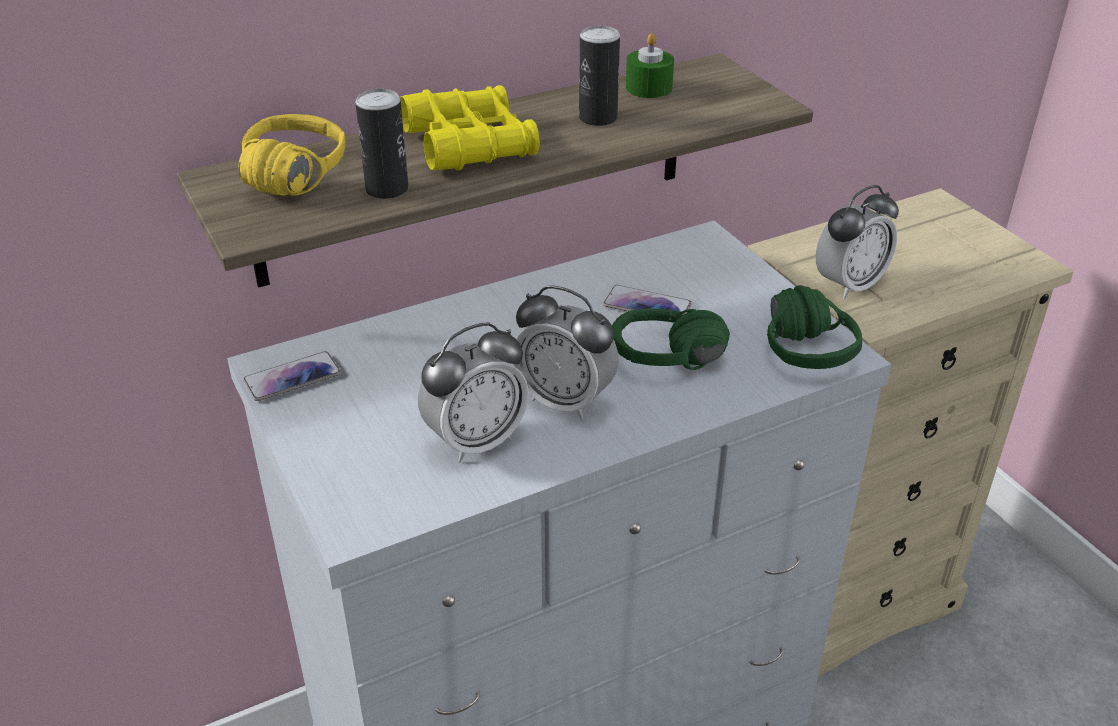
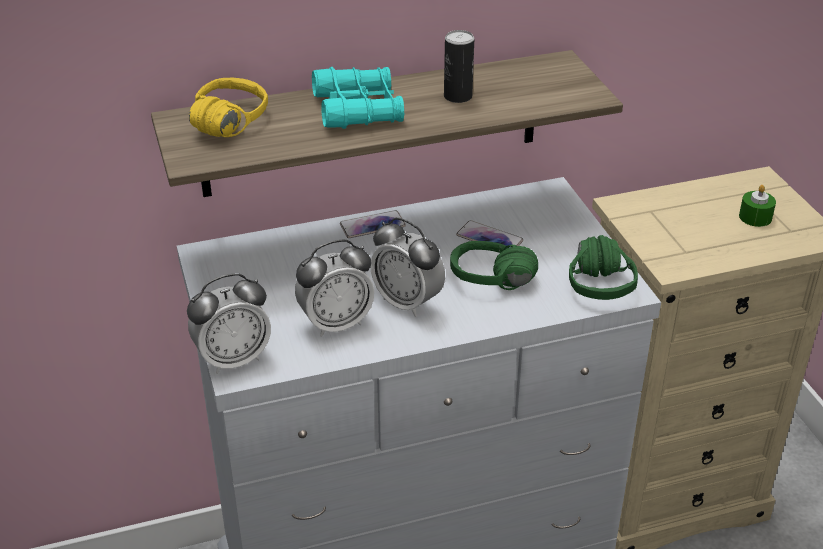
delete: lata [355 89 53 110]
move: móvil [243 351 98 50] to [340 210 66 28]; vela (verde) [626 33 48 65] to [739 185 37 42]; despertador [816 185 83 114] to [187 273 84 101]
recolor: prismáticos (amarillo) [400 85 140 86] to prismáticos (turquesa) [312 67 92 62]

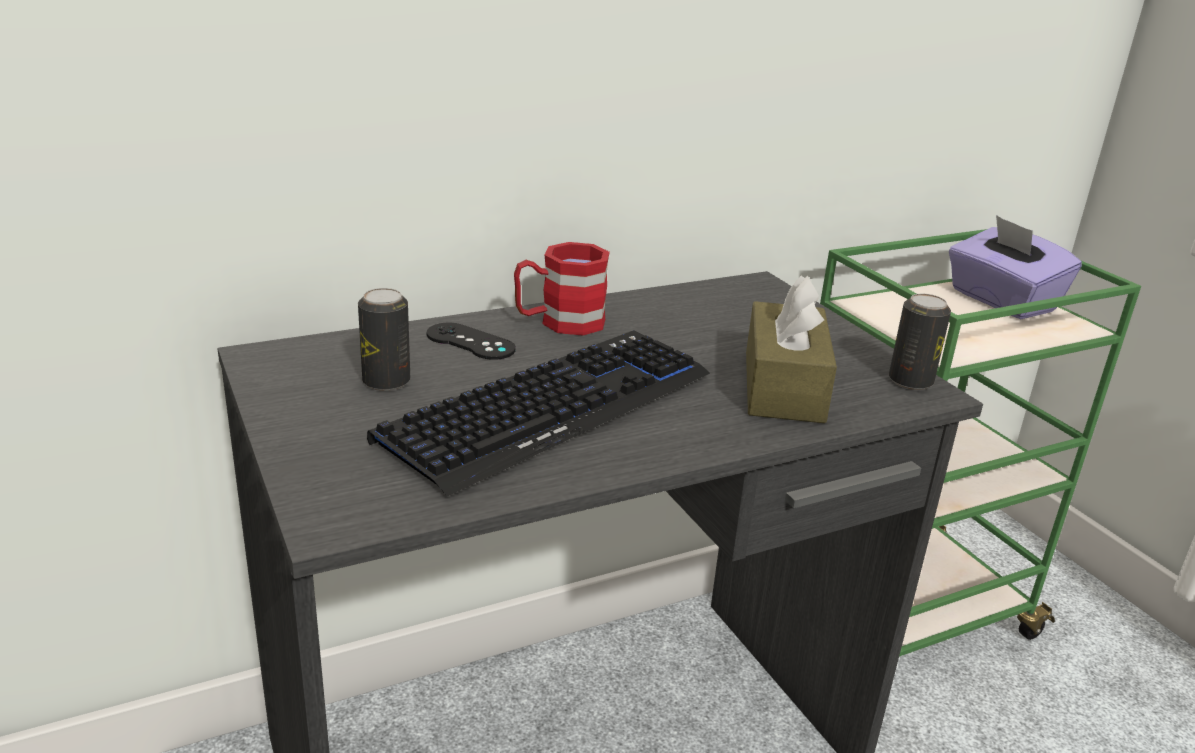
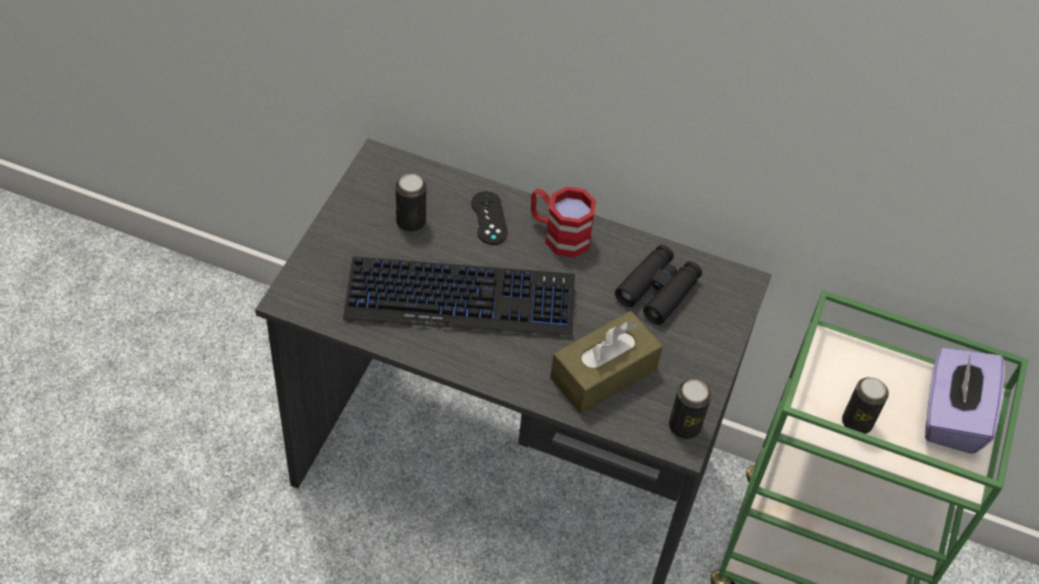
insert: prismáticos (negro) [615 245 87 80]; lata [842 377 47 57]

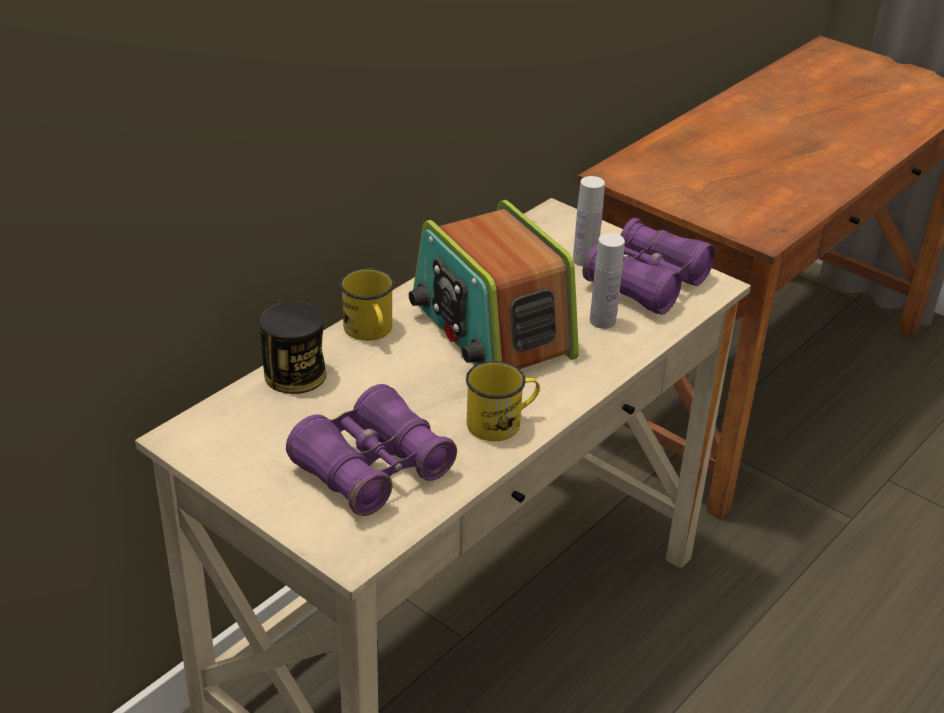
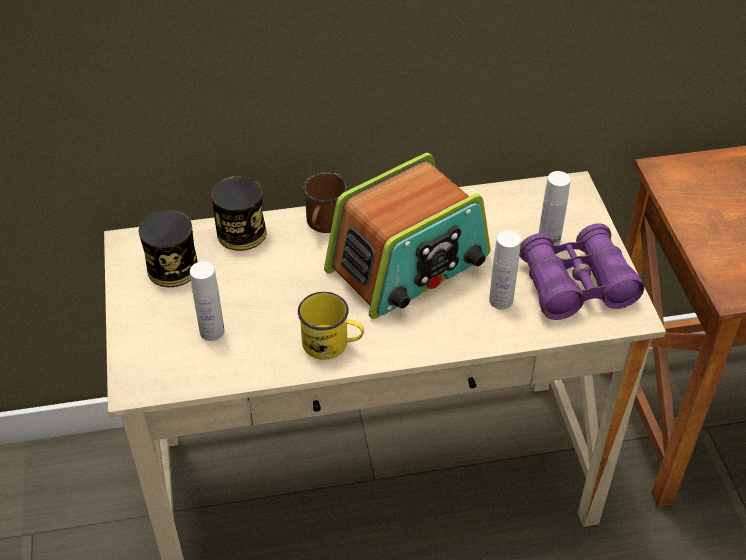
insert: lata [139 210 59 77]
replace: prismáticos (morado) [286 384 171 132] to botella (blanco) [190 261 34 80]
recolor: taza grande (amarillo) [340 268 54 73] to taza grande (marrón) [303 172 45 61]
rotate: radio [409 200 170 169] = [324 153 167 166] 135 degrees counterclockwise

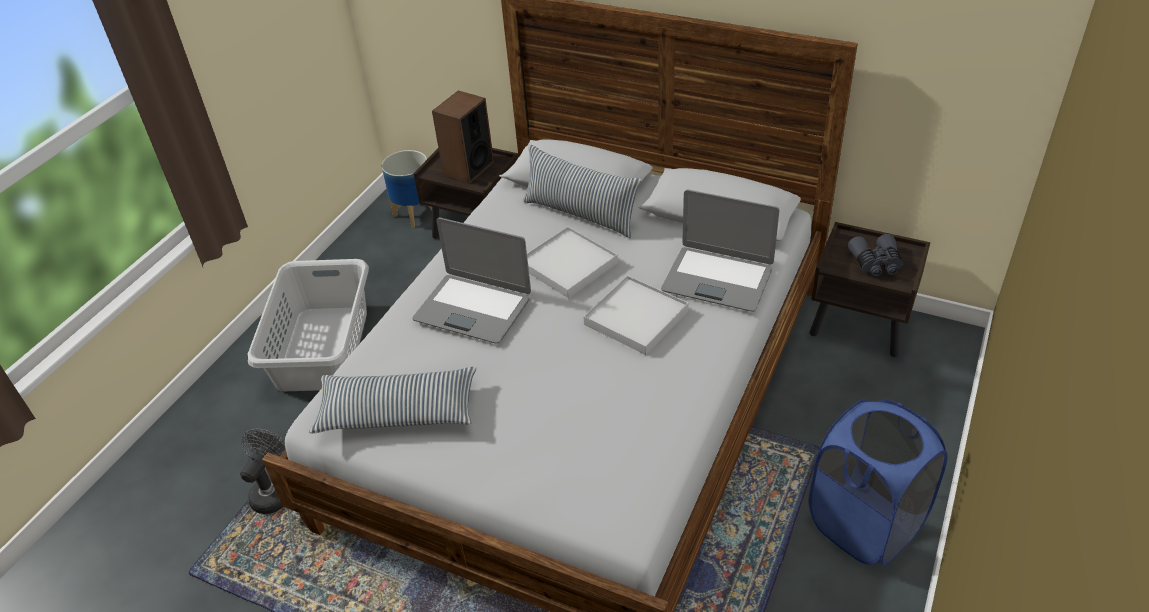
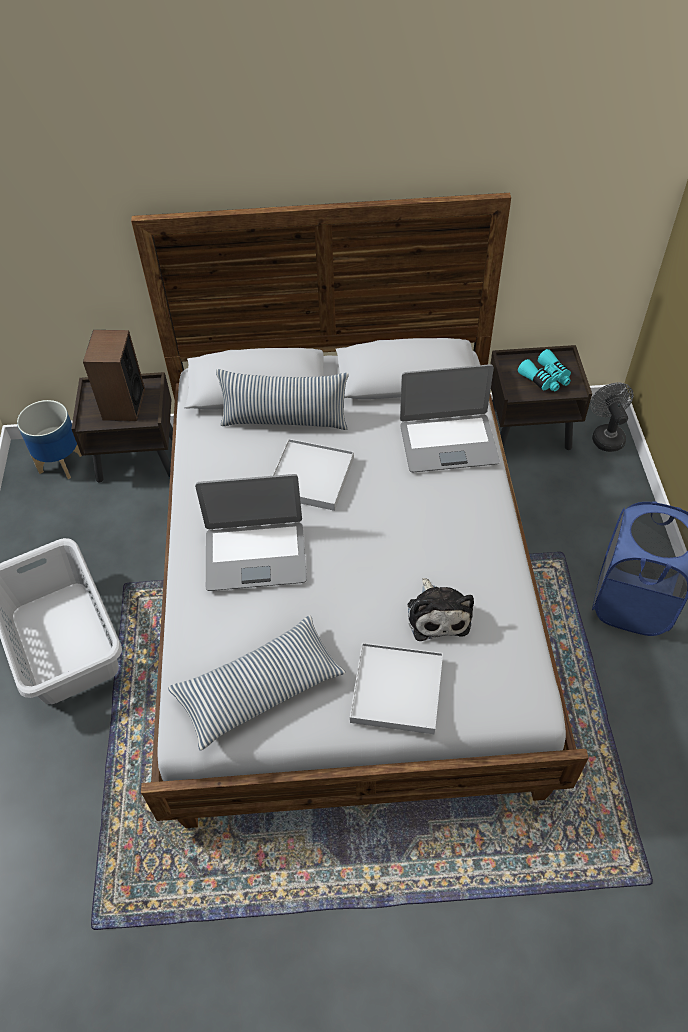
insert: peluche [408 578 66 63]
move: ventilador (gris) [240 428 45 86] to [590 382 43 70]; bandeja (blanco) [583 275 106 80] to [350 643 93 91]
recolor: prismáticos (gris) [848 234 56 42] to prismáticos (turquesa) [518 349 53 42]

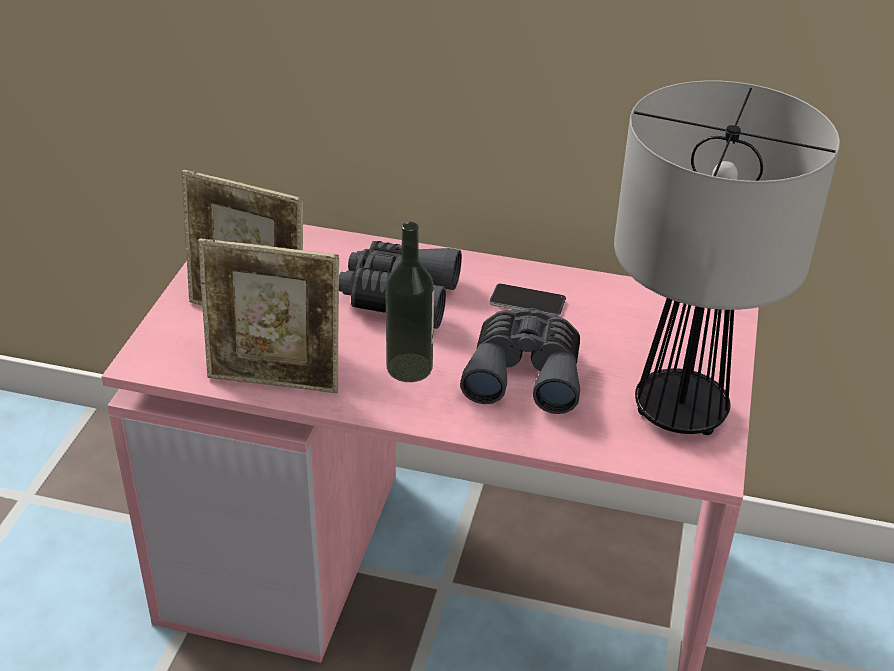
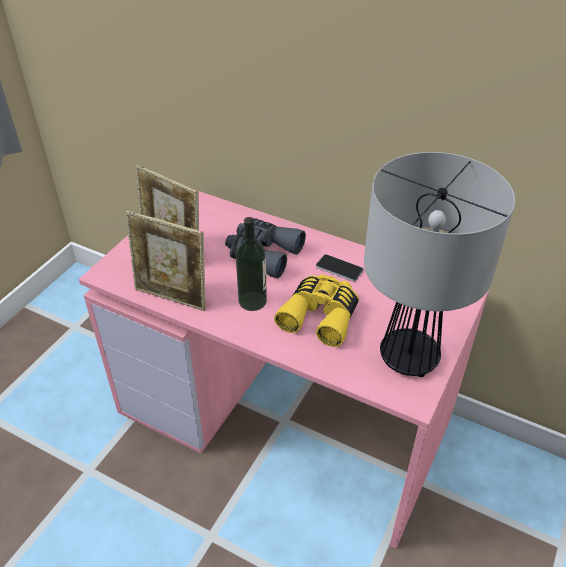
recolor: prismáticos (gris) [460 308 120 106] to prismáticos (amarillo) [274 274 85 73]

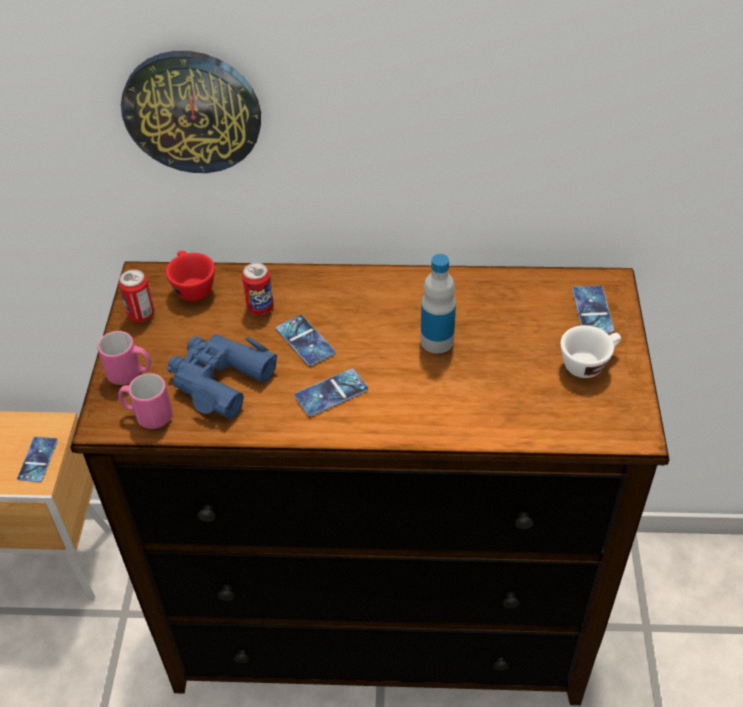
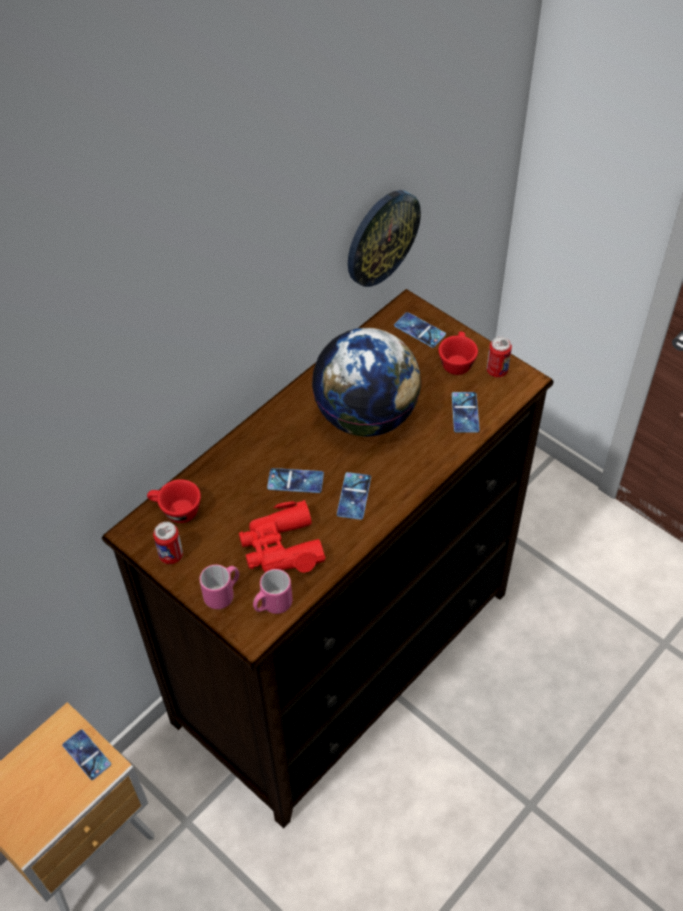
insert: móvil [452 392 28 41]
move: reloj de pared [121 51 140 122] to [348 190 73 97]; lata [242 263 32 52] to [487 337 25 40]
replace: botella [420 254 36 100] to globo terráqueo [312 328 109 108]
recolor: prismáticos (azul) [167 334 110 85] to prismáticos (rojo) [239 500 87 73]; taza (blanco) [560 325 61 53] to taza (rojo) [439 332 39 43]

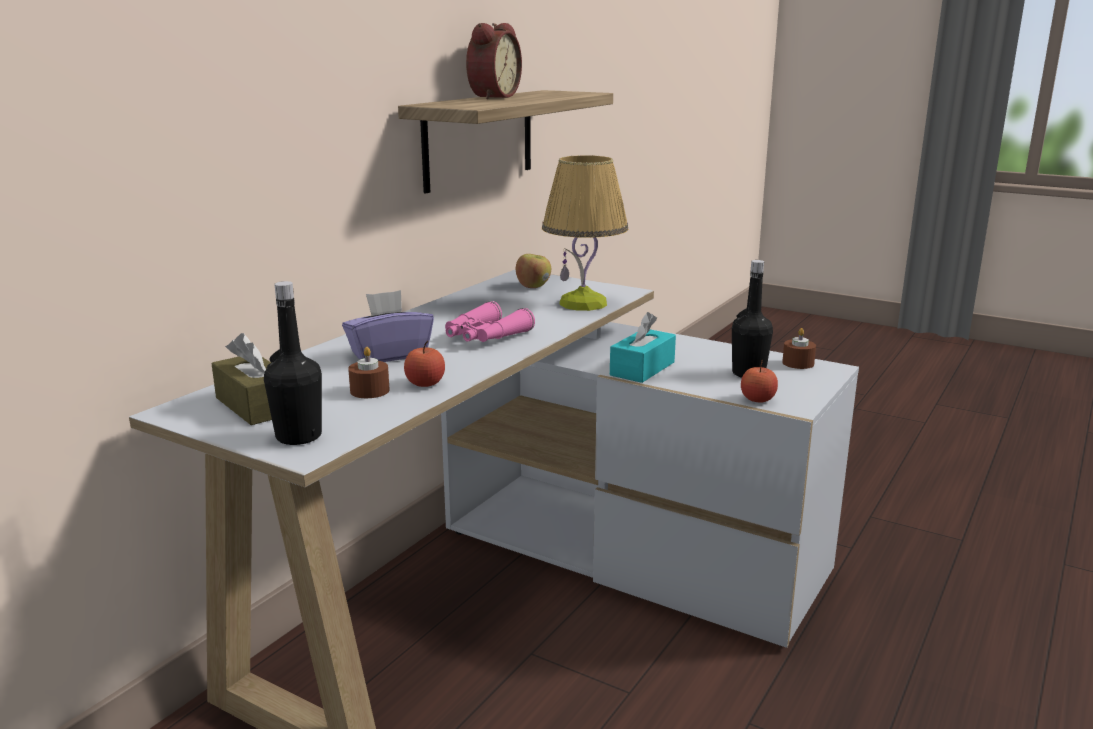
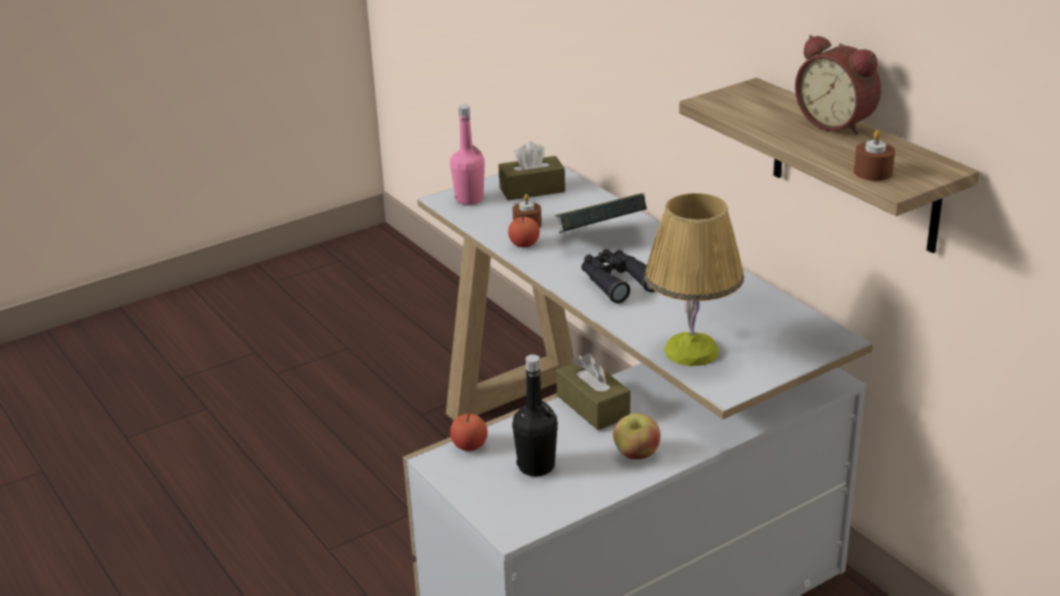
move: manzana [516 254 35 34] to [613 413 47 47]; vela (marrón) [782 328 34 41] to [854 130 41 51]
replace: caja de pañuelos (morado) [342 290 92 72] to libro [555 193 92 40]
recolor: botella (negro) [264 281 58 164] to botella (rosa) [450 105 35 100]; prismáticos (rosa) [445 301 90 41] to prismáticos (negro) [581 249 74 54]; caja de pañuelos (turquesa) [610 312 66 71] to caja de pañuelos (marrón) [556 353 74 77]

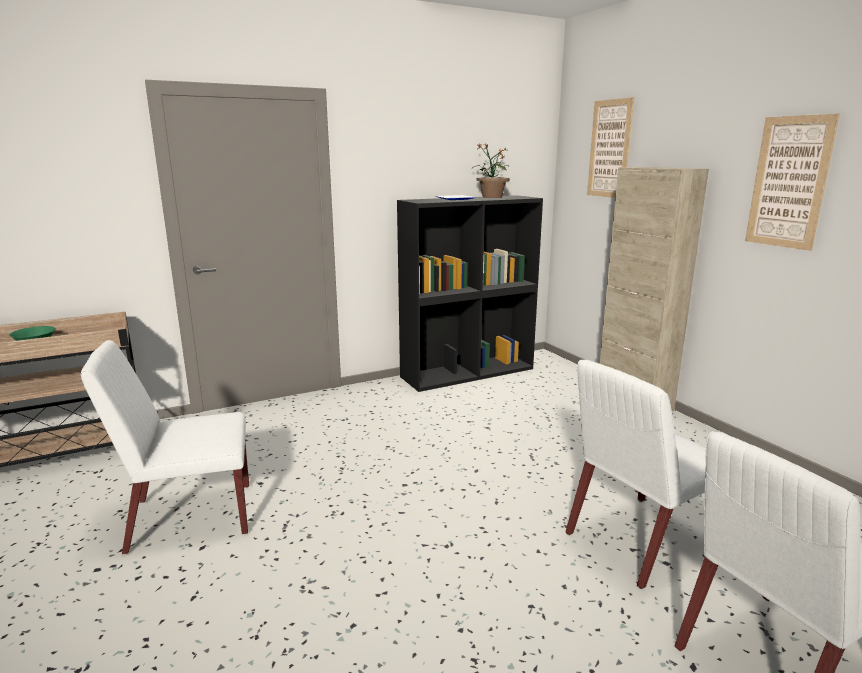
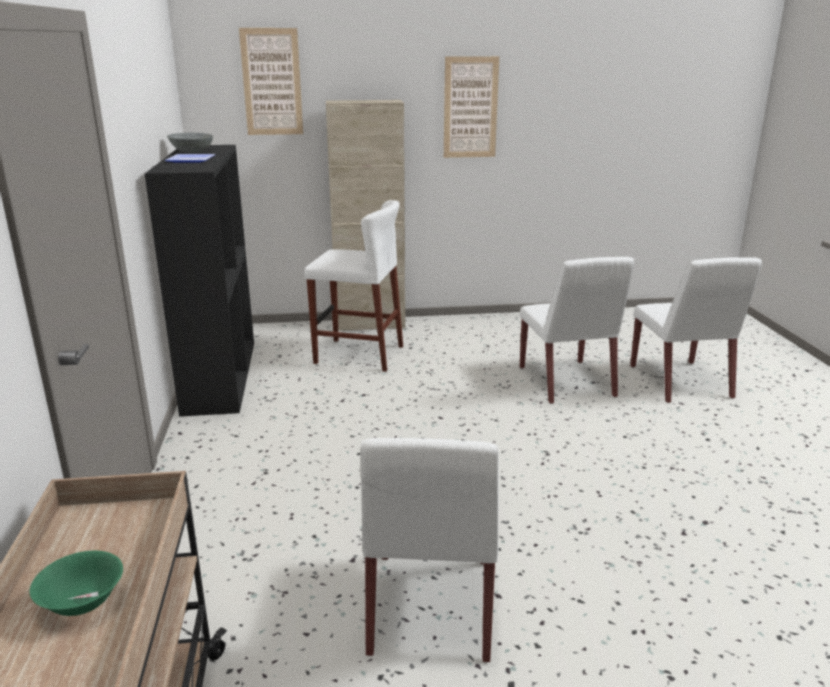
insert: taburete (blanco) [304 200 99 172]
replace: planta en maceta [472 143 38 55] to cuenco (gris) [167 133 46 20]

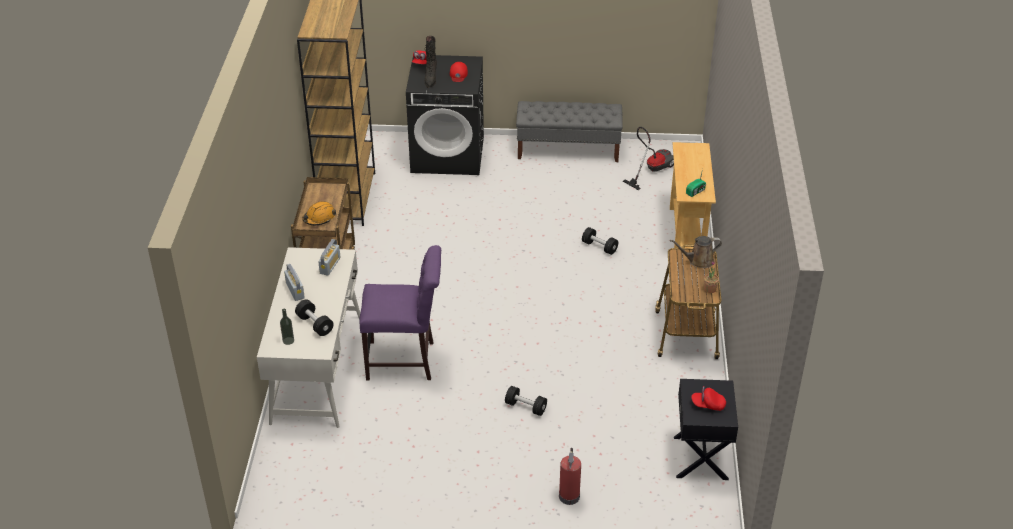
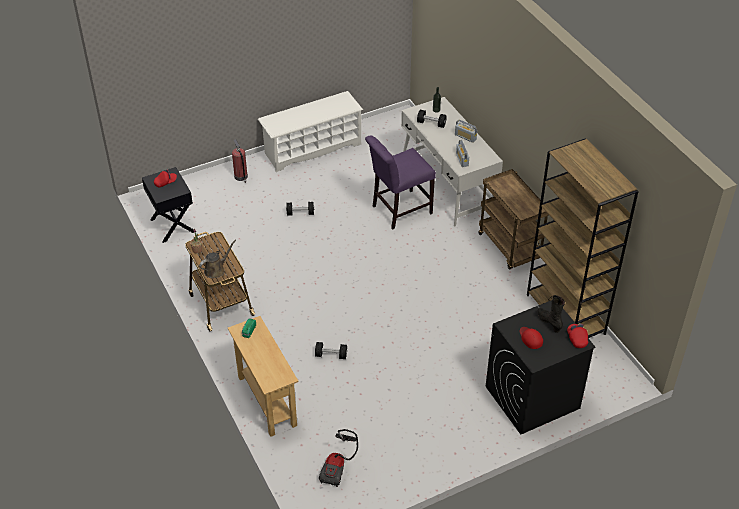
delete: casco (naranja) [302 201 34 24]; banco (gris) [516 101 107 61]
insert: zapatero (blanco) [258 91 105 81]

